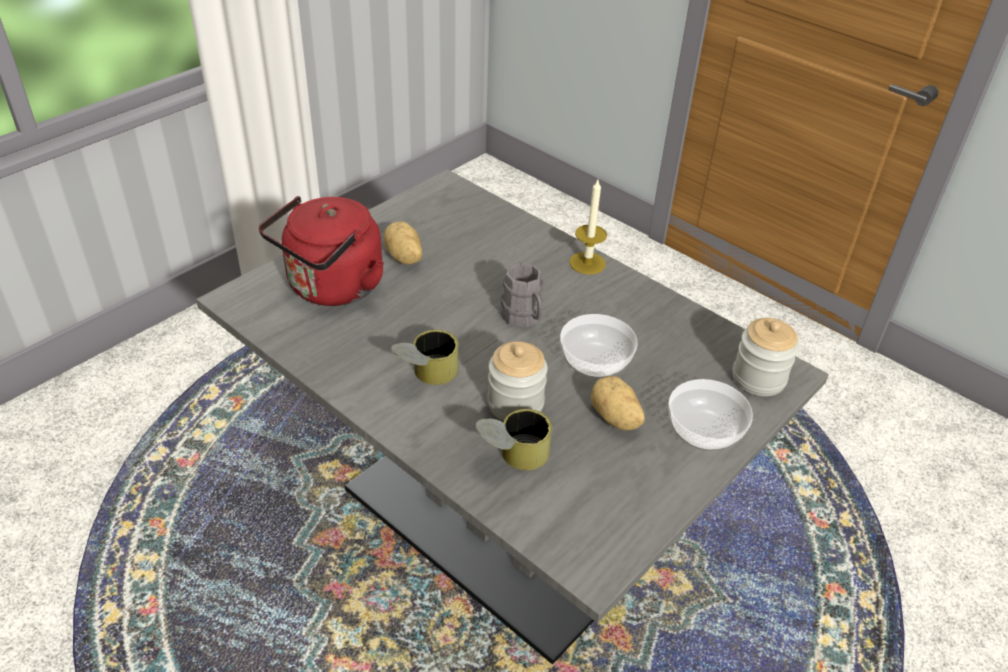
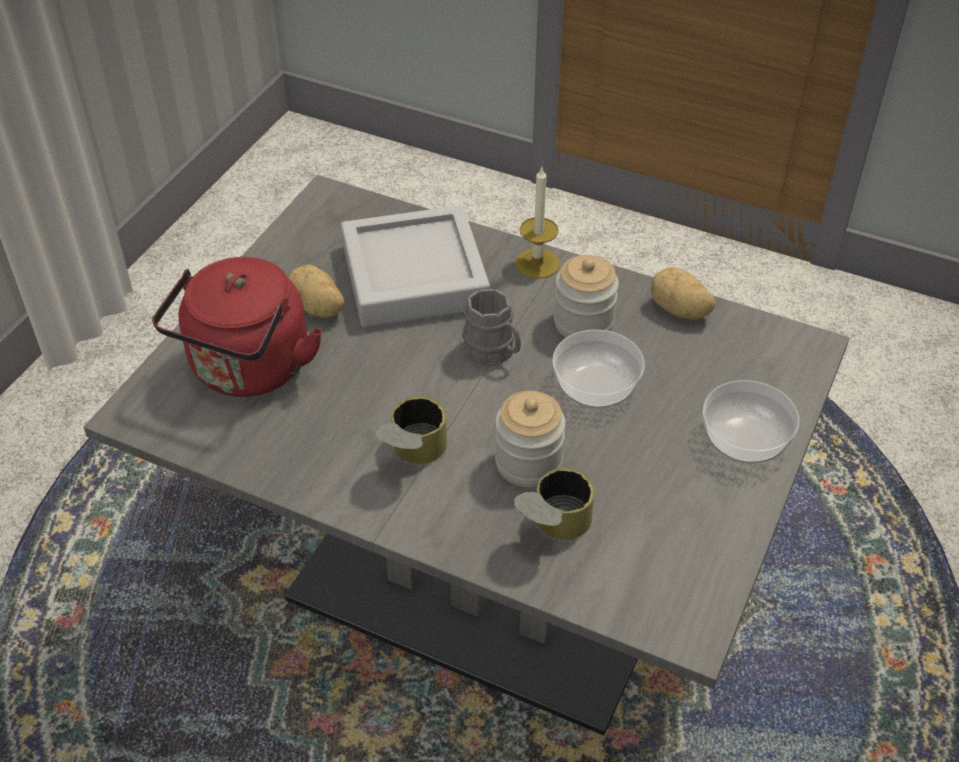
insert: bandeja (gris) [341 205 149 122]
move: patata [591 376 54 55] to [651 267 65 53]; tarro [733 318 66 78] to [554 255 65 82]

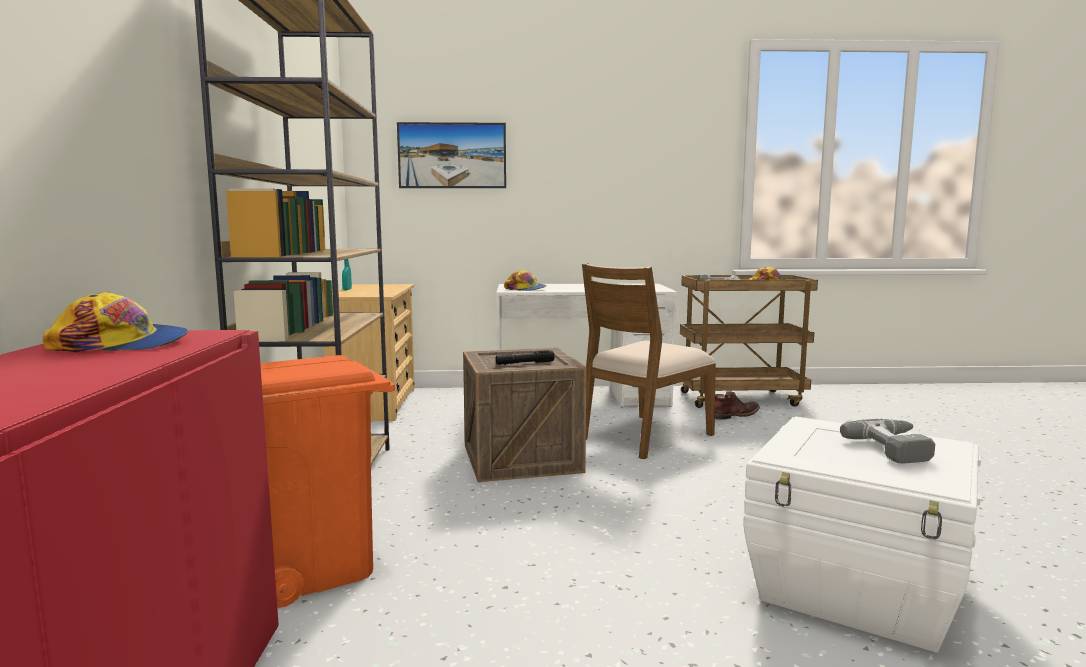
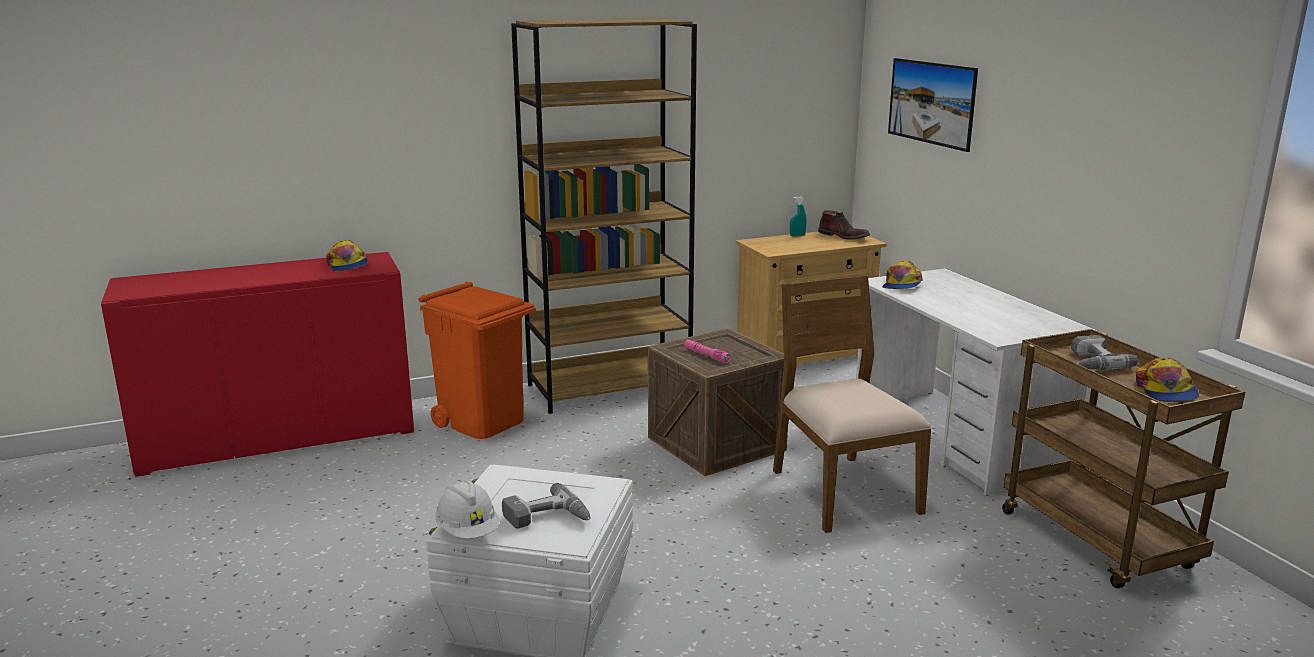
insert: casco (blanco) [435 480 64 59]
move: bota (marrón) [715 392 45 28] to [818 210 52 30]
recolor: linterna (negro) [495 350 60 15] to linterna (rosa) [685 340 46 24]
rotate: silla (marrón) [582 263 134 196] = [773 276 159 257] 45 degrees clockwise

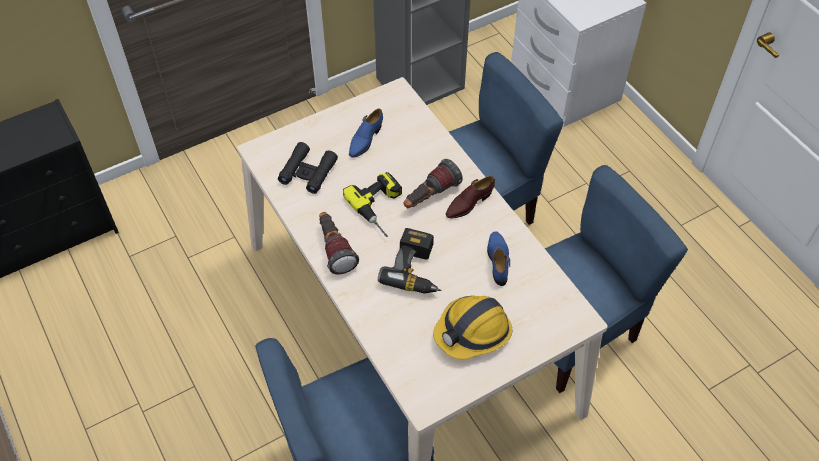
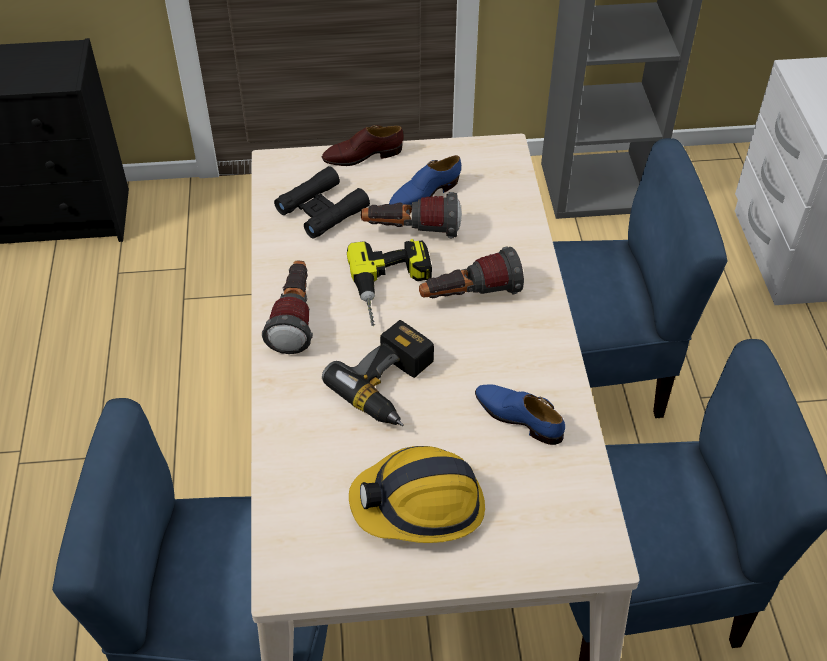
insert: linterna [361 192 101 46]
move: zapato (marrón) [446 176 49 43] to [322 125 82 41]
rotate: zapato (azul) [487 231 23 55] = [475 384 90 61] 75 degrees counterclockwise

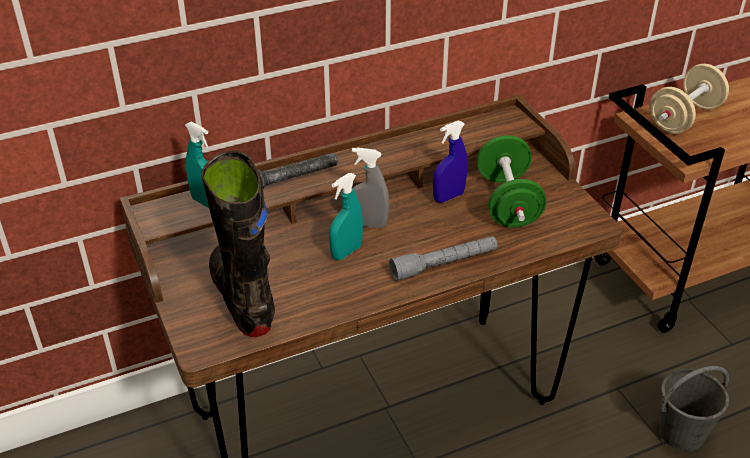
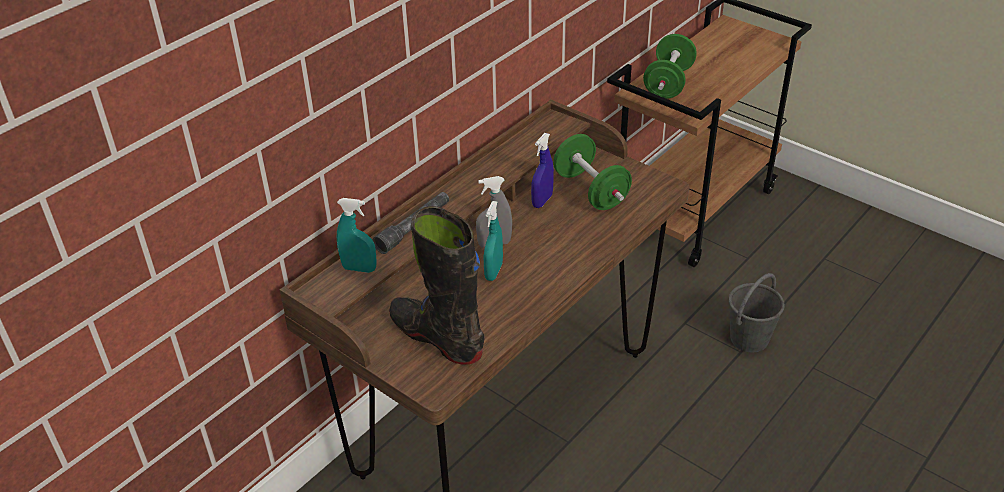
delete: linterna (gris) [389 236 109 45]
recolor: mancuerna (beis) [649 64 80 70] to mancuerna (verde) [643 34 54 65]

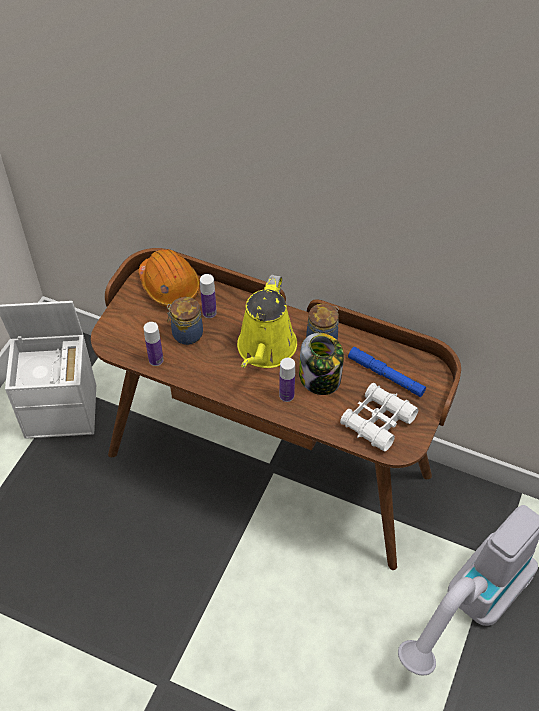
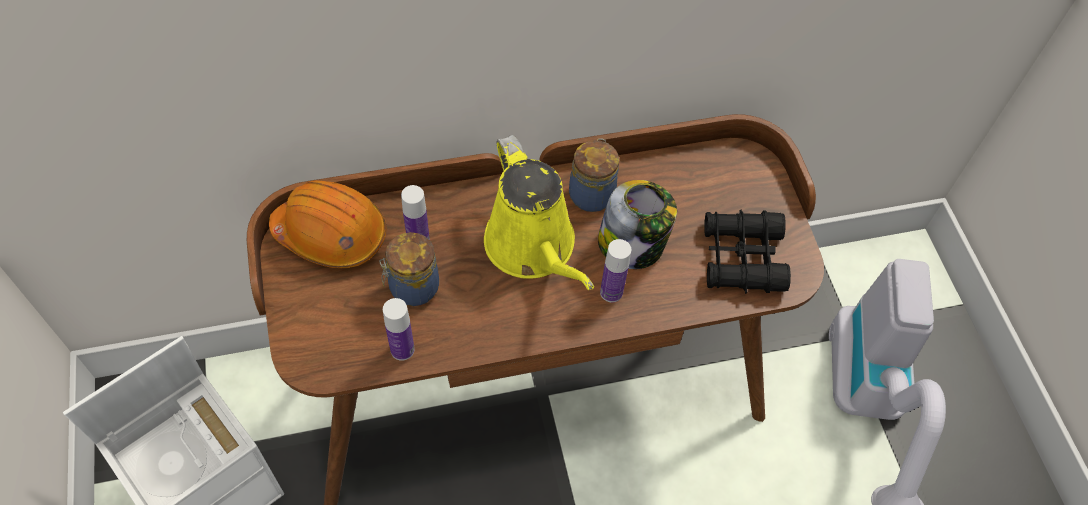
delete: linterna (azul) [348 347 78 50]
recolor: prismáticos (blanco) [340 383 78 68] to prismáticos (negro) [704 209 87 85]

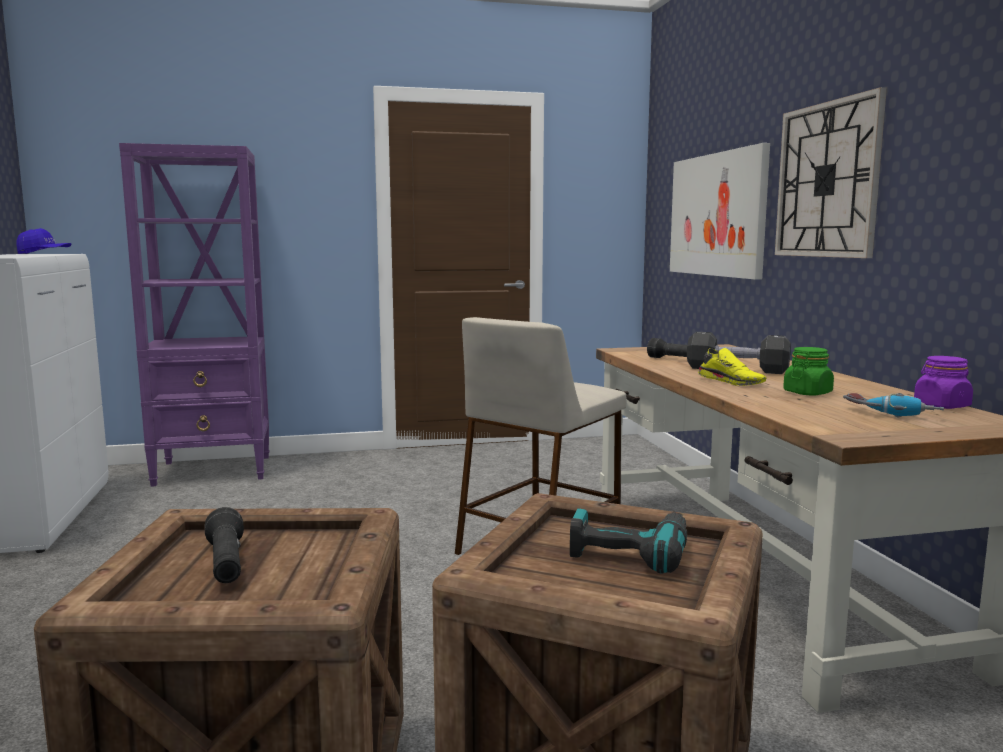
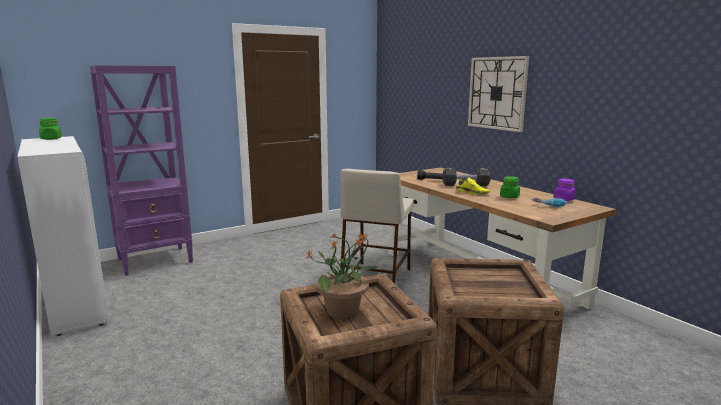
delete: taladro [570 508 117 65]; cuadro [670 143 100 137]
replace: gorra (azul) [16 228 55 26] to tarro (verde) [39 118 23 22]; linterna (negro) [205 507 39 76] to planta en maceta [305 233 76 85]

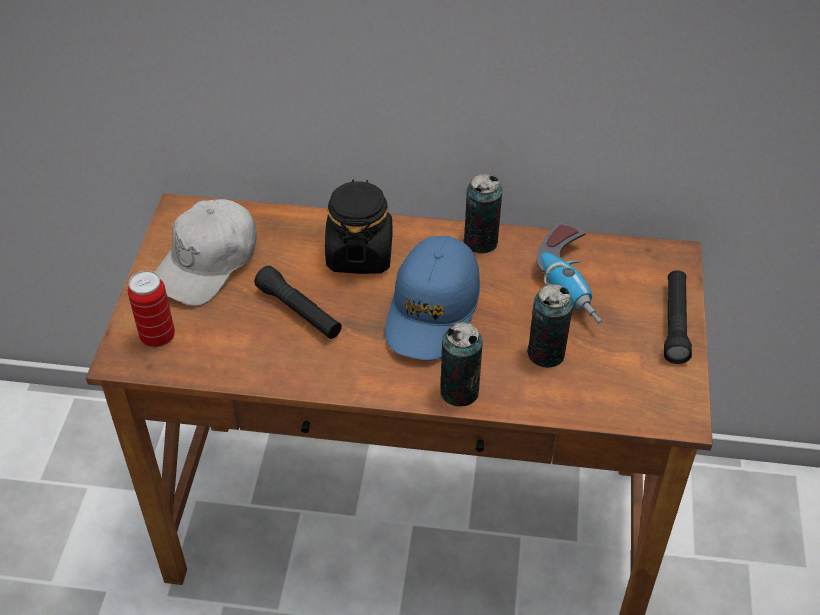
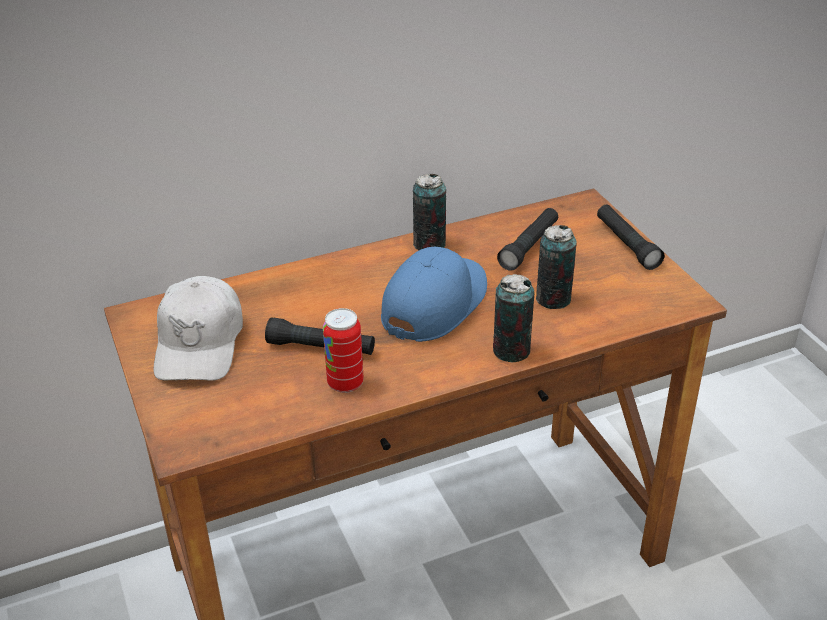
delete: tarro (negro) [325 180 67 94]
move: lata [128 270 47 78] to [323 308 41 85]
replace: taladro [536 223 66 101] to linterna (negro) [497 208 61 63]
rotate: gorra (azul) [385 236 95 124] = [381 247 106 95] 135 degrees counterclockwise

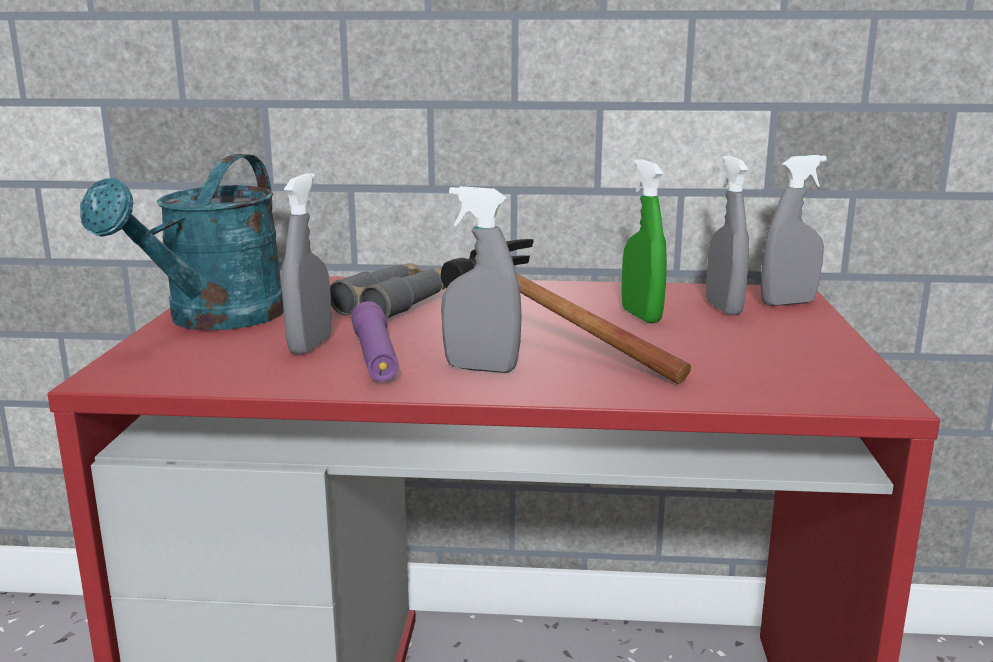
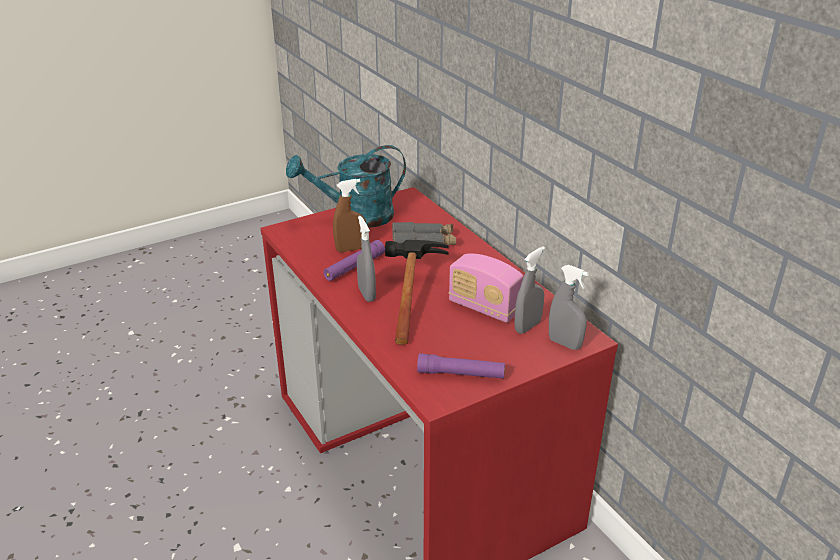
insert: linterna (morado) [417 353 88 26]
replace: pulverizador (verde) [621 159 46 164] to radio [449 254 74 69]
recolor: pulverizador (gris) [282 173 49 181] to pulverizador (marrón) [333 179 33 73]

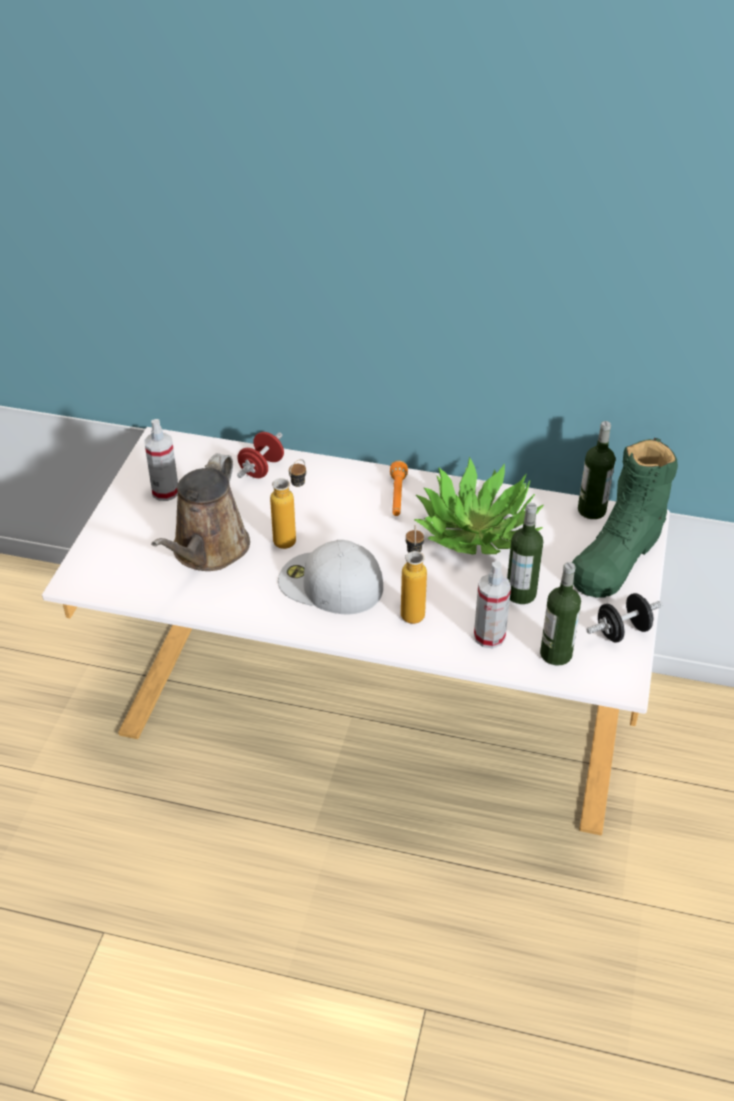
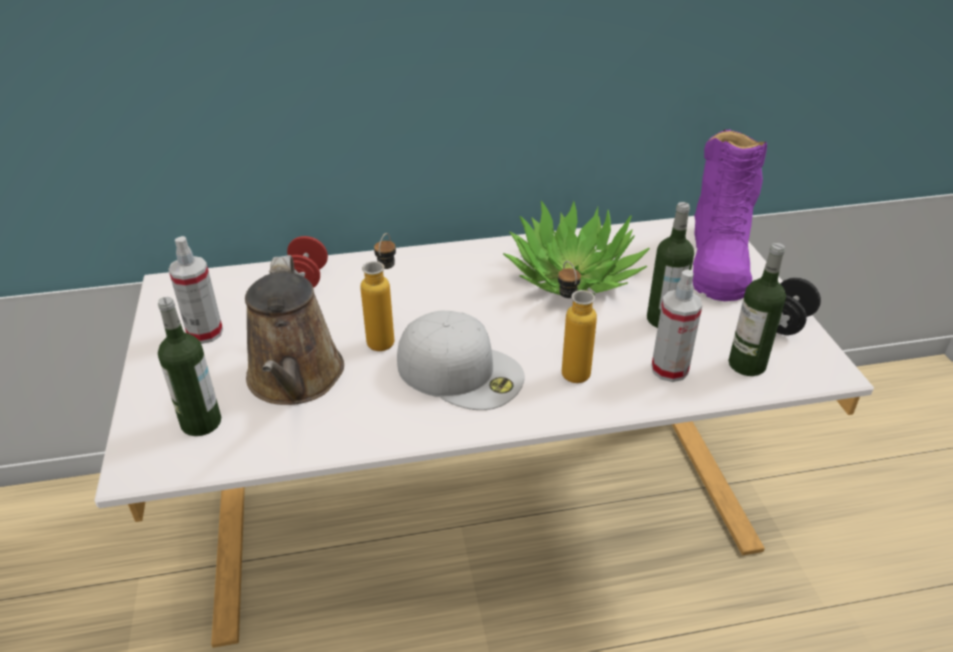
delete: linterna (naranja) [390 461 18 55]
move: botella [578 421 37 98] to [158 297 63 139]
recolor: bota (verde) [572 438 106 160] to bota (morado) [693 129 74 172]
rotate: gorra (blanco) [278 540 105 74] = [397 310 128 100] 150 degrees counterclockwise

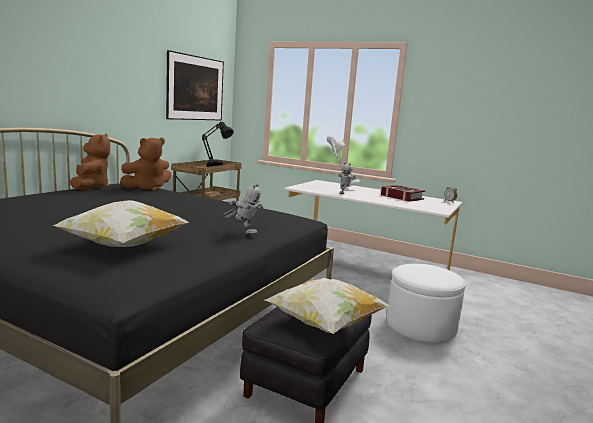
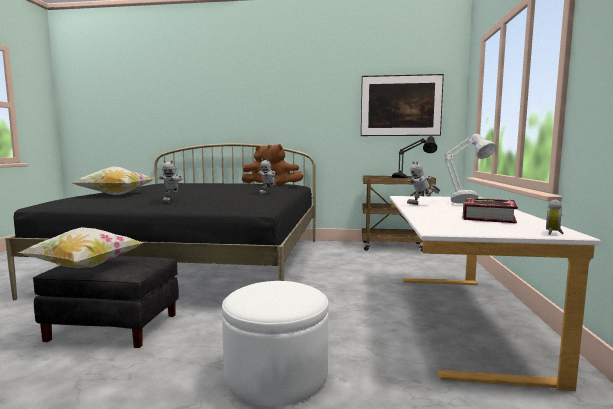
insert: robot de juguete [258 159 18 35]

